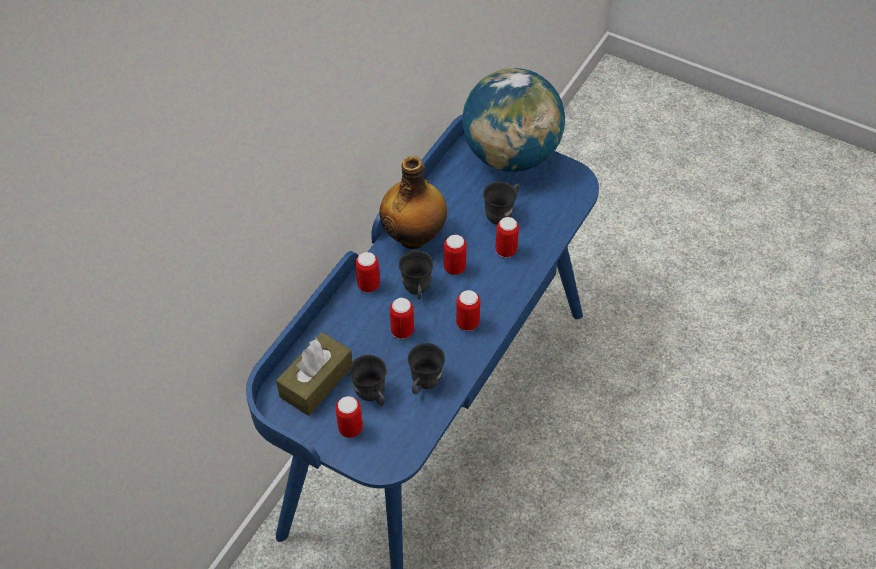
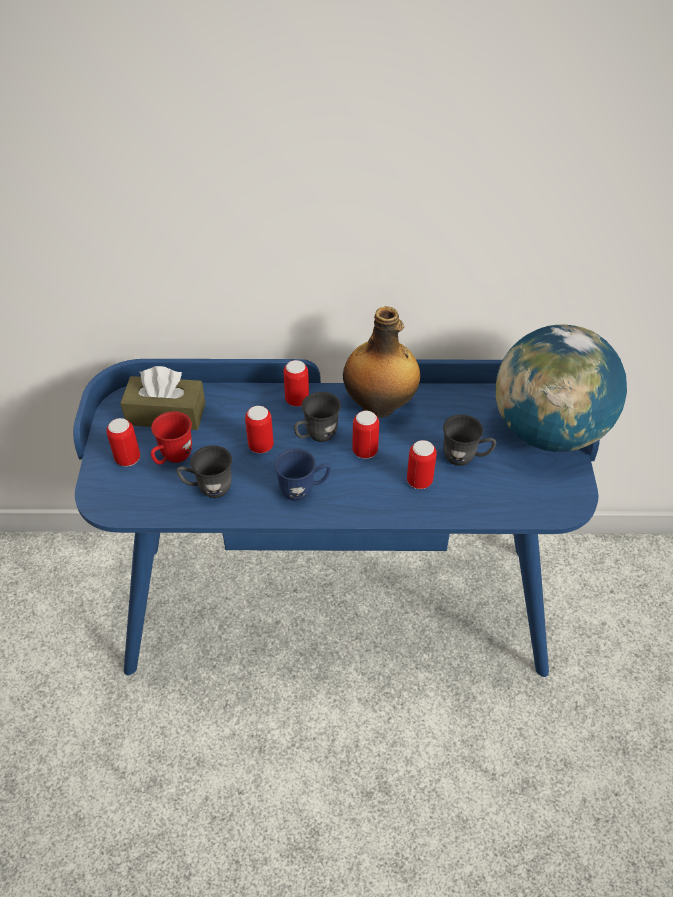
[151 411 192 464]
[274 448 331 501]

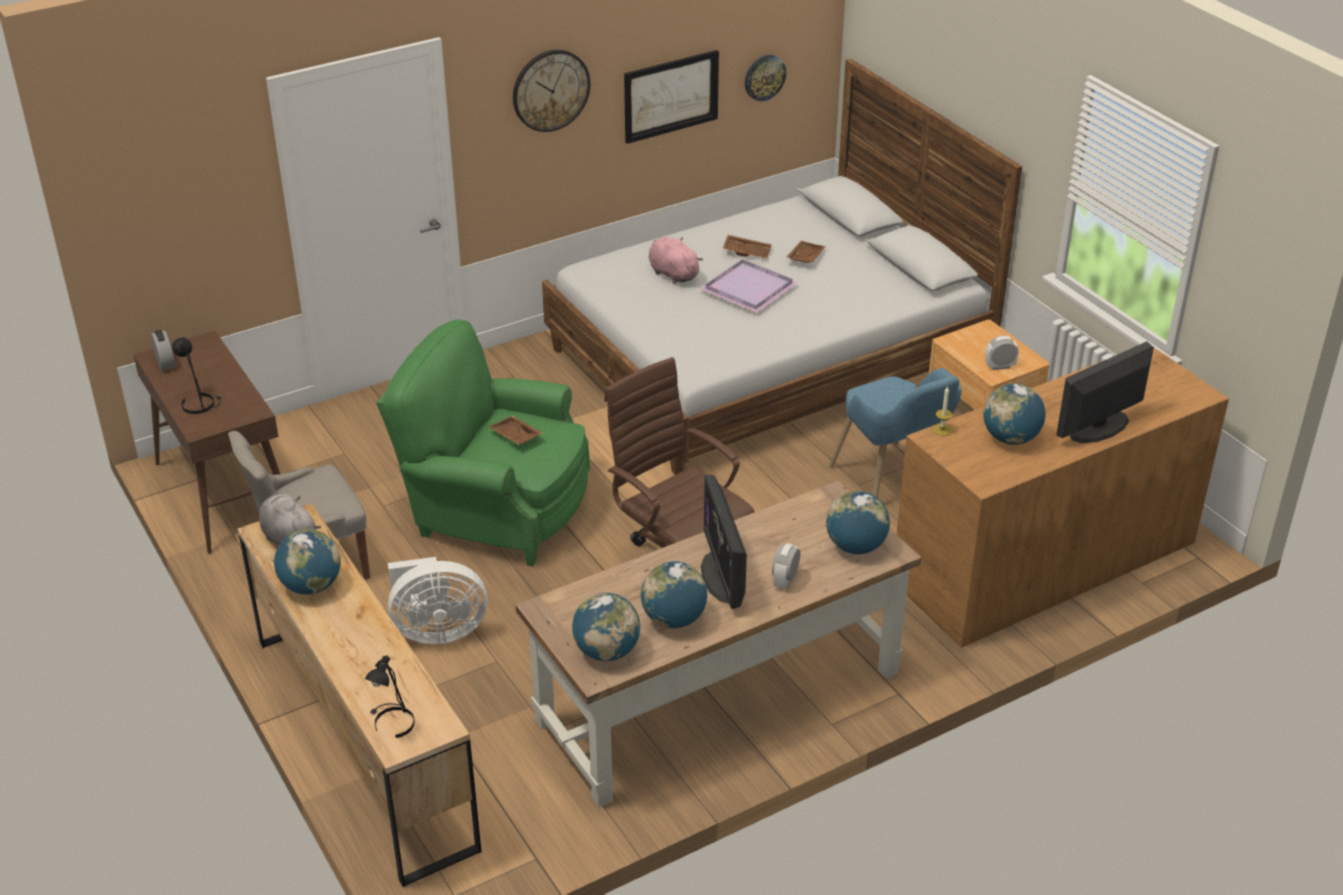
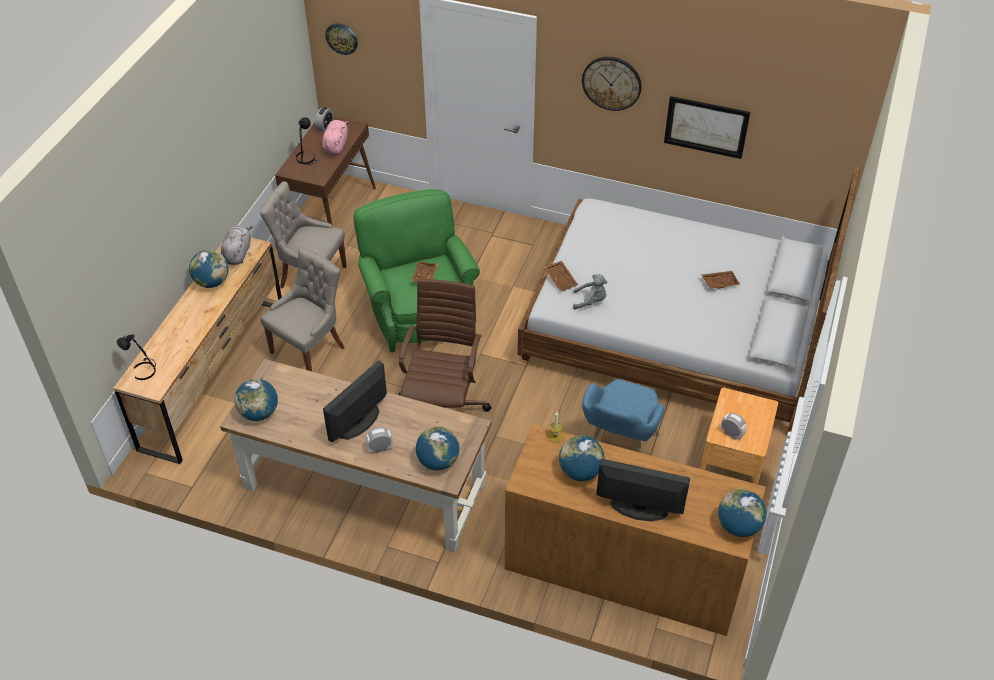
[261 247 344 371]
[322 120 349 155]
[325 23 358 55]
[544 261 578 292]
[573 274 607 310]
[718 489 766 537]
[700 259 797 313] (first image)

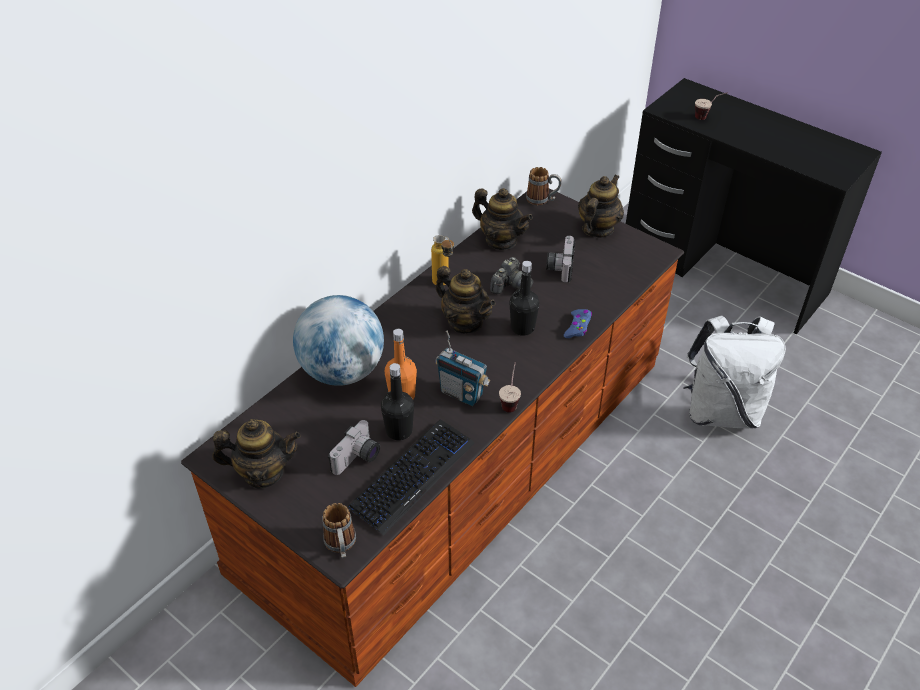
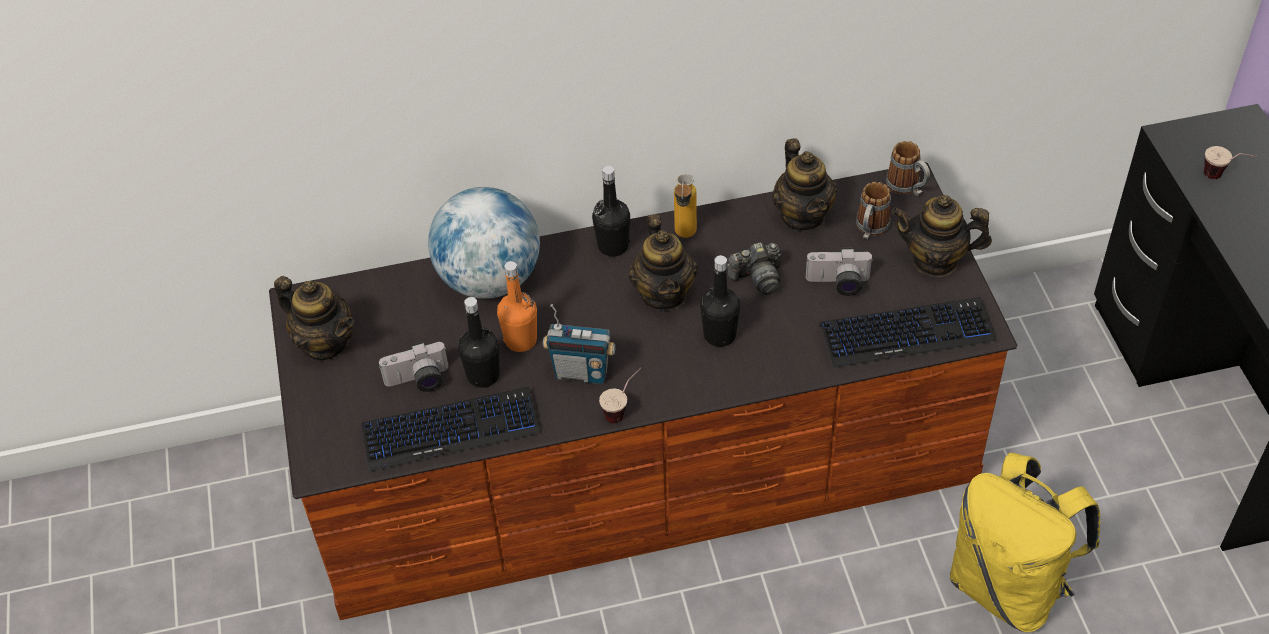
[543 304 616 384]
[592 166 630 257]
[806 248 873 296]
[820 297 996 368]
[856 182 891 239]
[892 195 992 277]
[950 453 1100 632]
[564 309 592 338] (first image)

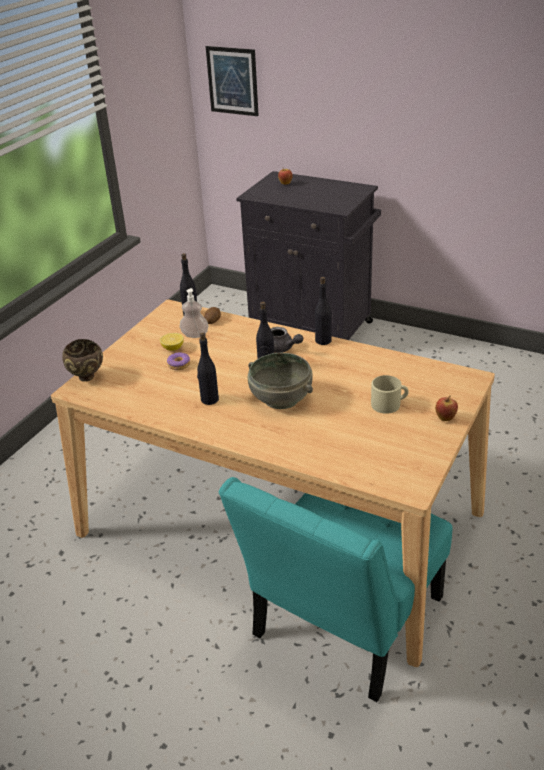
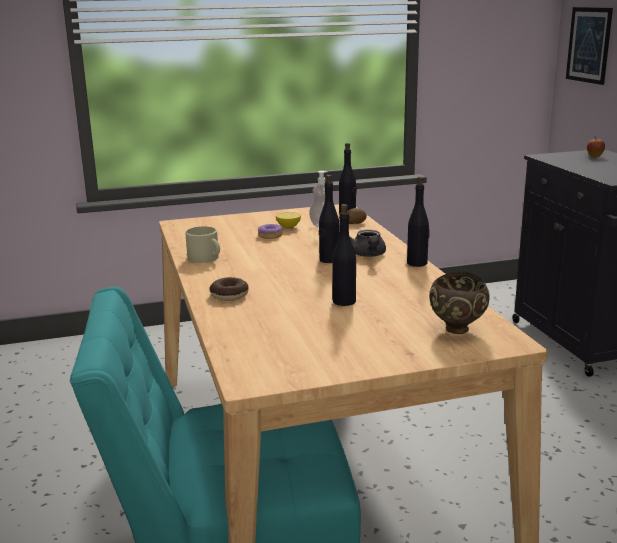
[185 227 220 263]
[209 277 249 301]
[332 204 356 306]
[429 272 490 334]
[248 353 313 409] (first image)
[435 396 458 421] (first image)

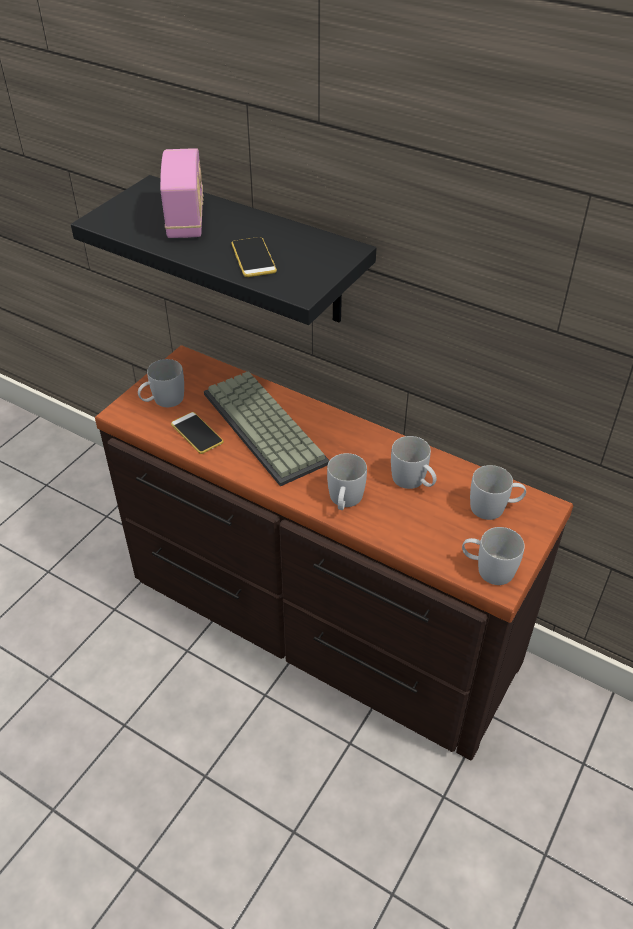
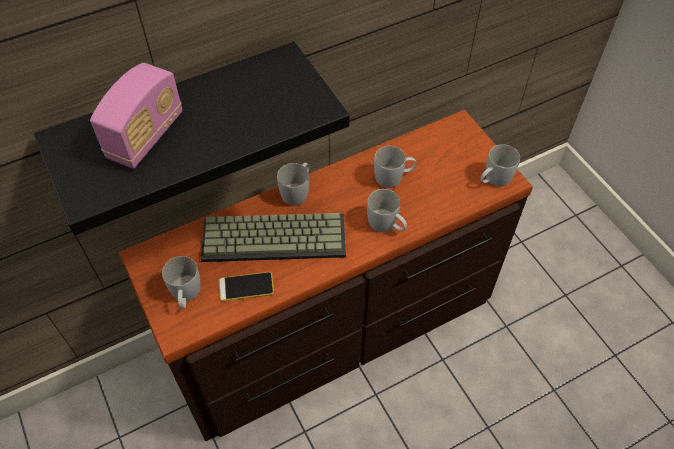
[90 63 182 169]
[277 163 309 206]
[231 237 277 277] (first image)

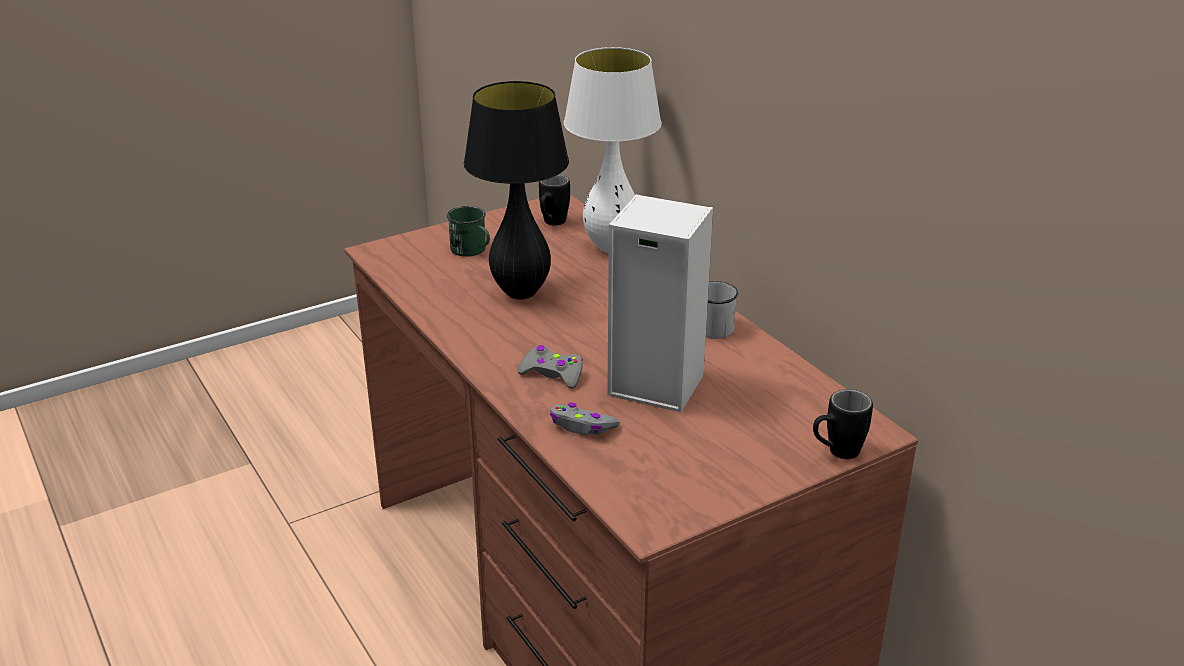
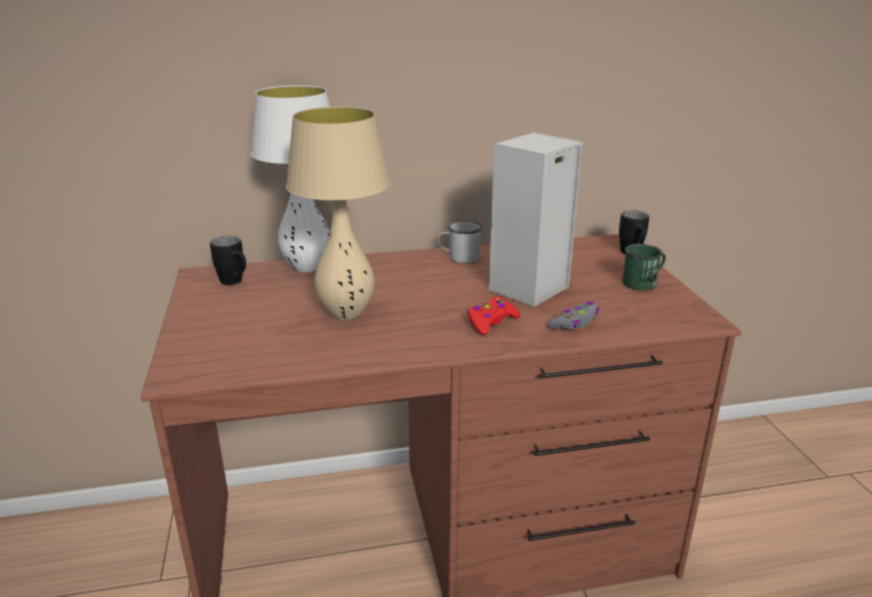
[286 107 390 320]
[467 297 520 335]
[622 244 666 290]

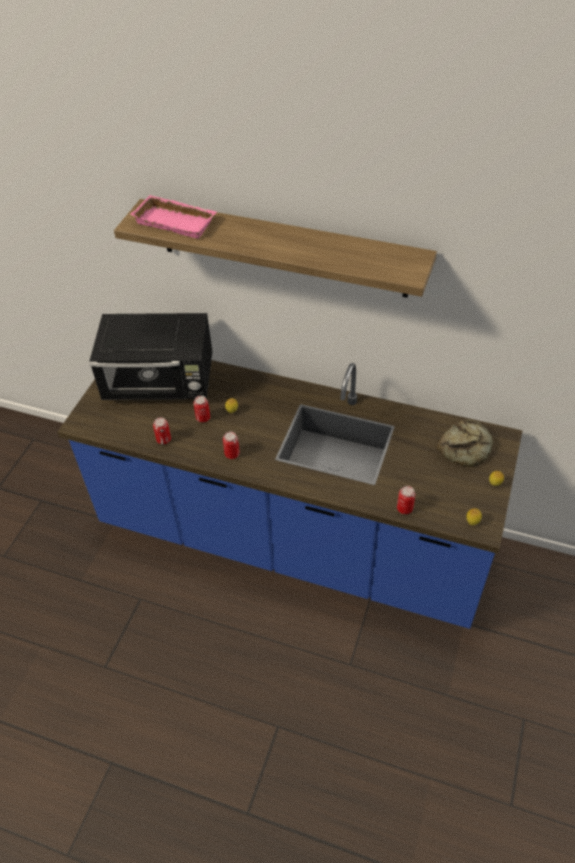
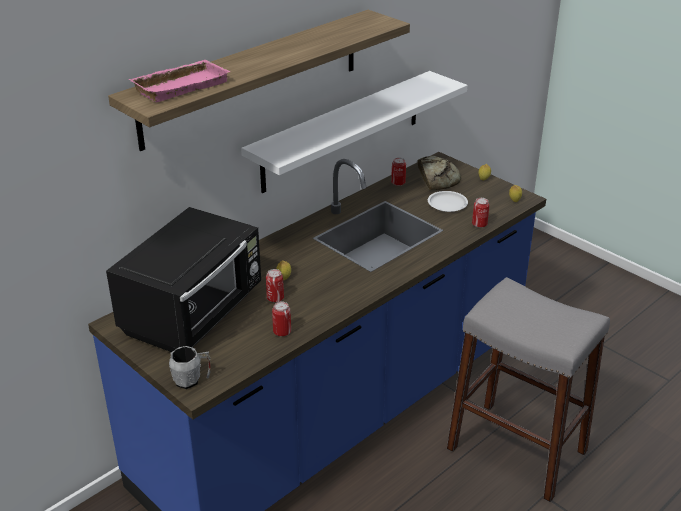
[169 346 211 389]
[241 71 468 193]
[391 158 406 186]
[428 191 468 212]
[447 277 610 502]

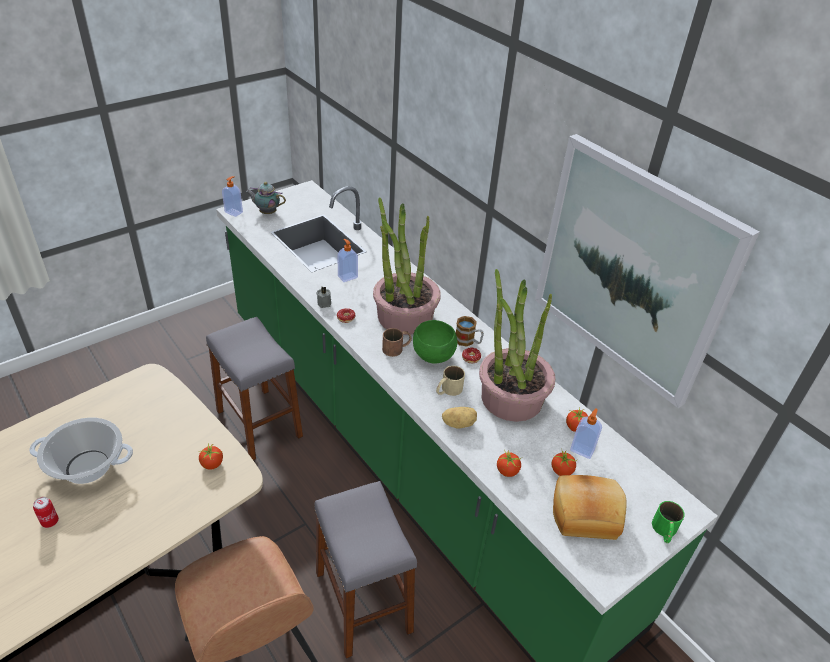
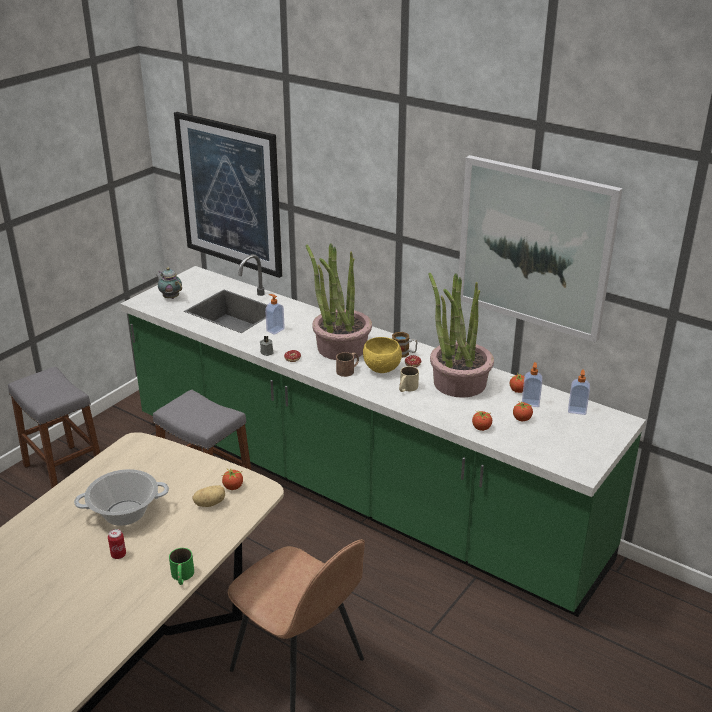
[8 367 100 489]
[155 267 182 299]
[169 548 194 585]
[174 112 282 278]
[192 485 225 507]
[363 337 402 373]
[568 369 590 415]
[553 475 627 540] (first image)

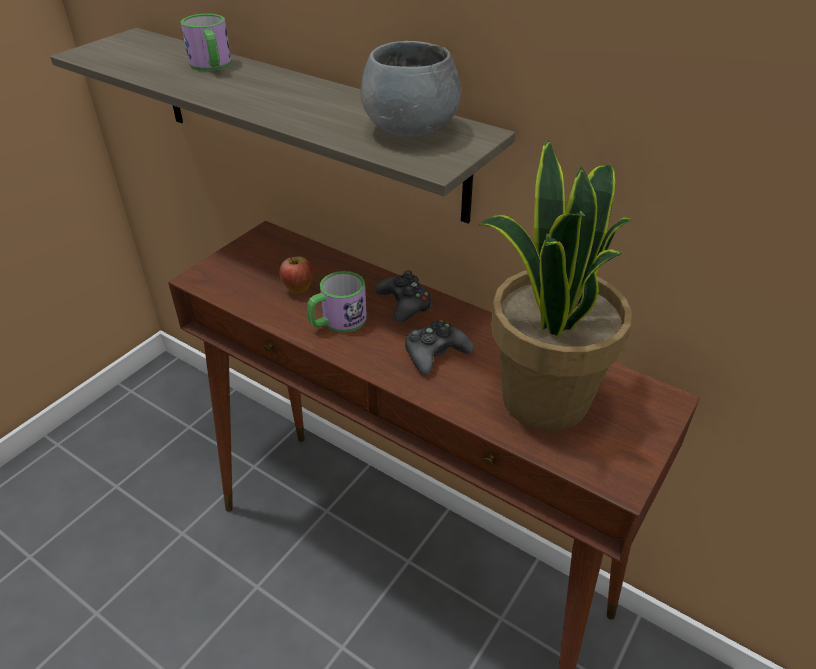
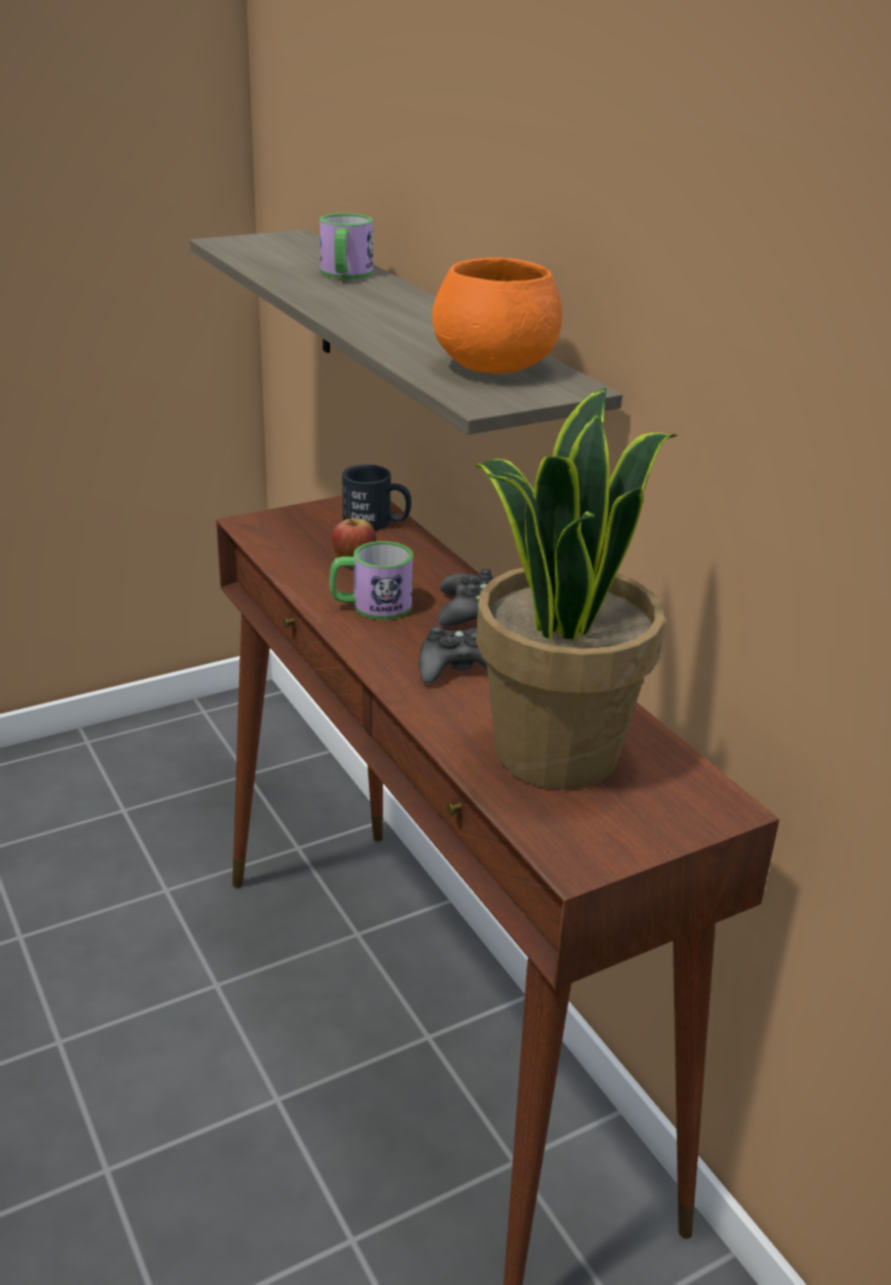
[342 465 411 531]
[432 258 562 374]

